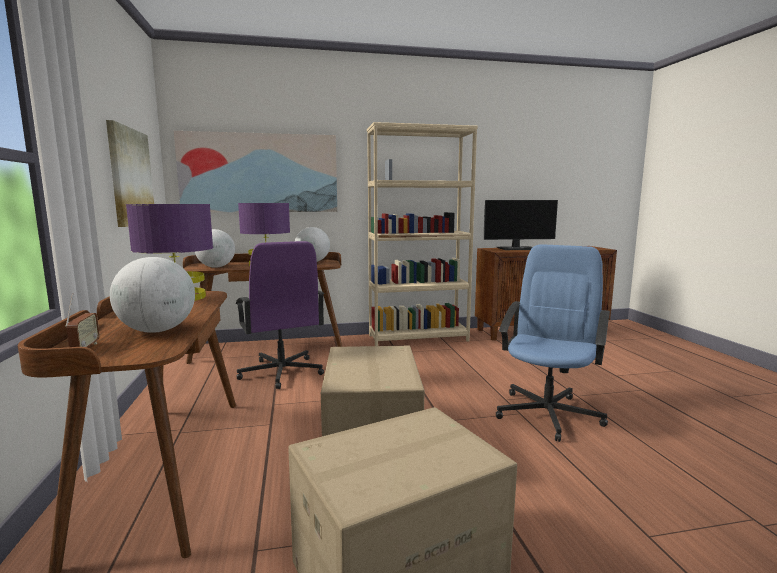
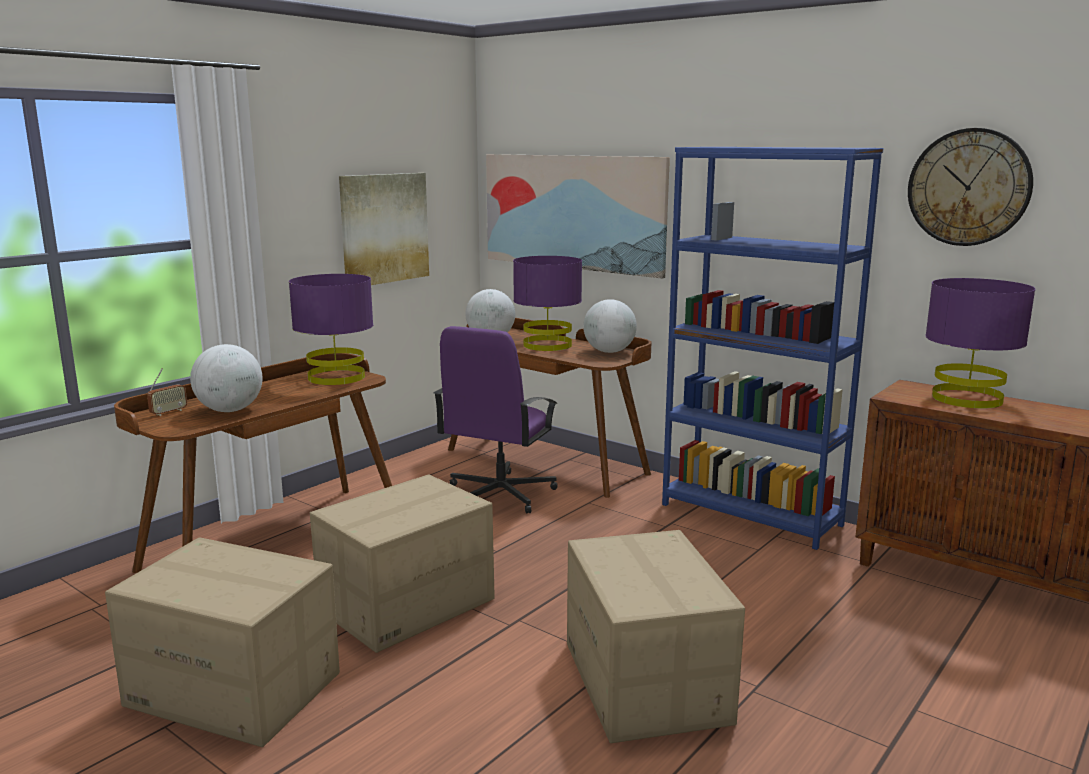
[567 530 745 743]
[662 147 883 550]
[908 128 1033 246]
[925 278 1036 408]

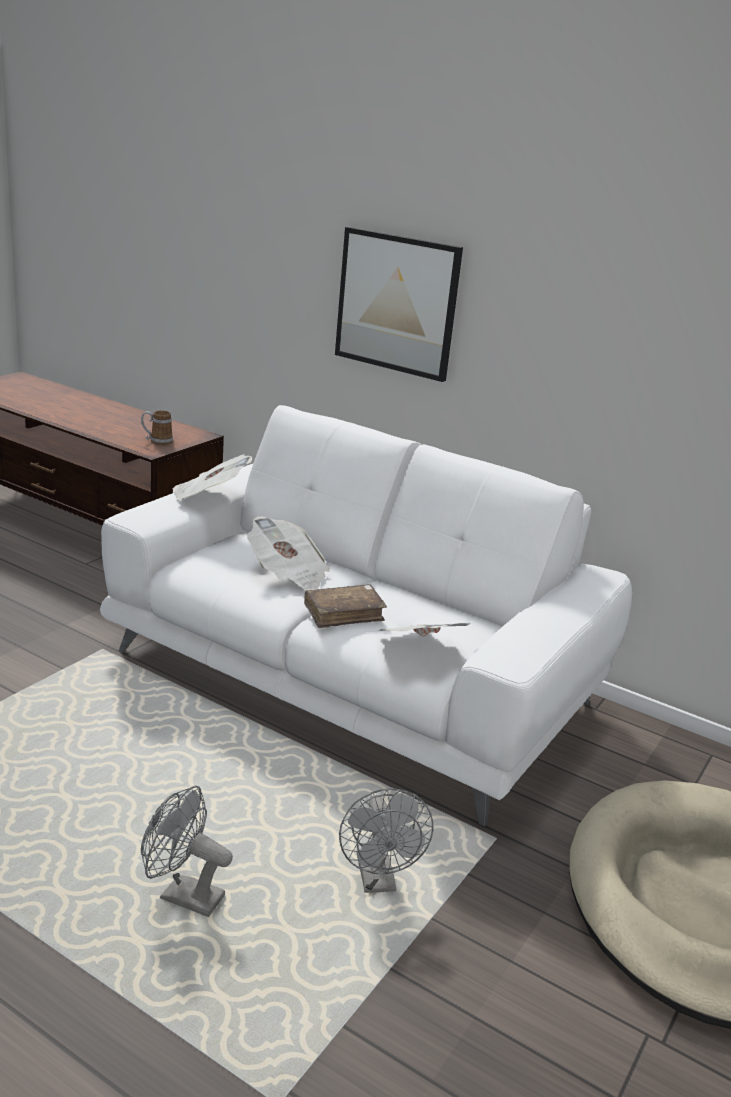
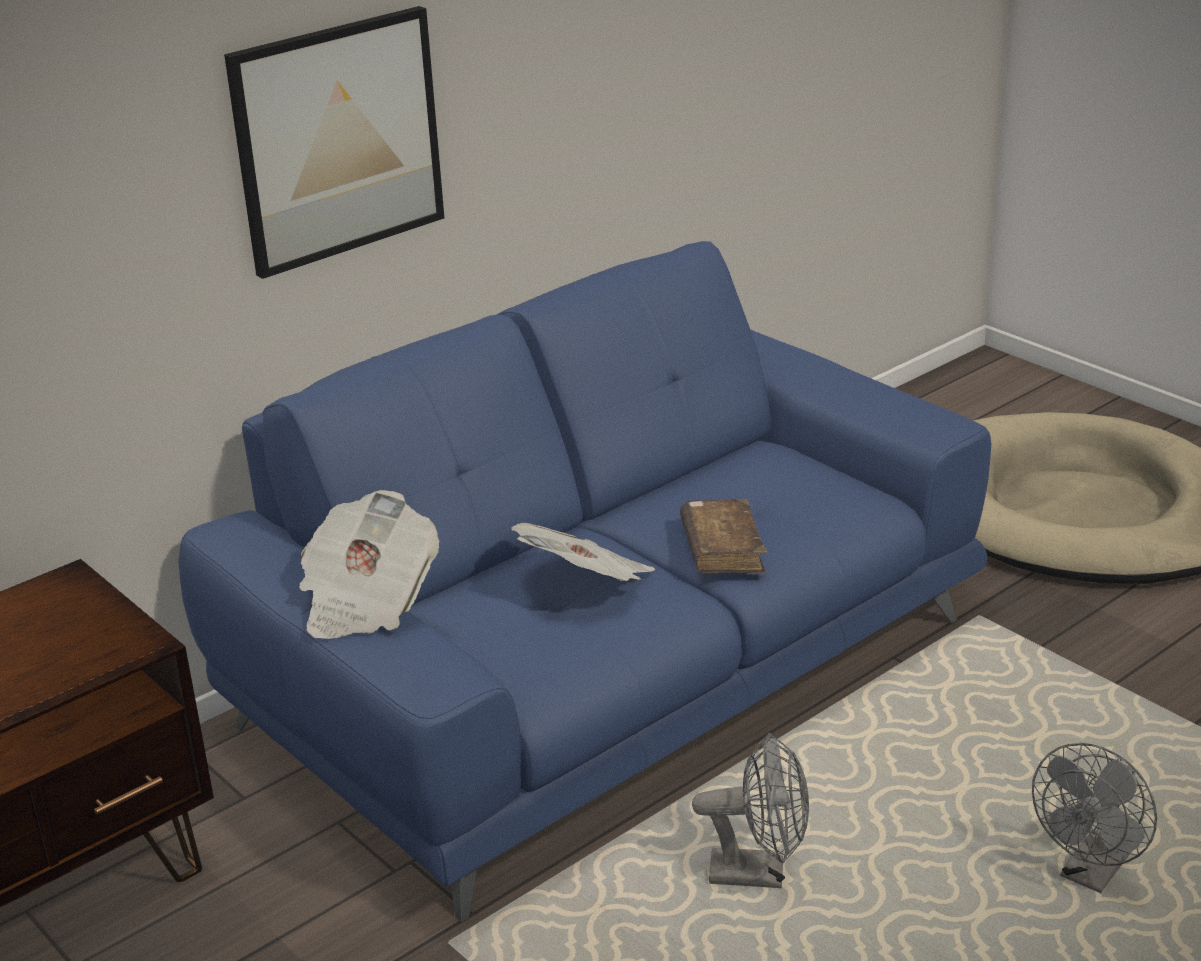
[178 241 991 922]
[692 733 809 888]
[141 410 173 445] (first image)
[377 623 469 637] (first image)

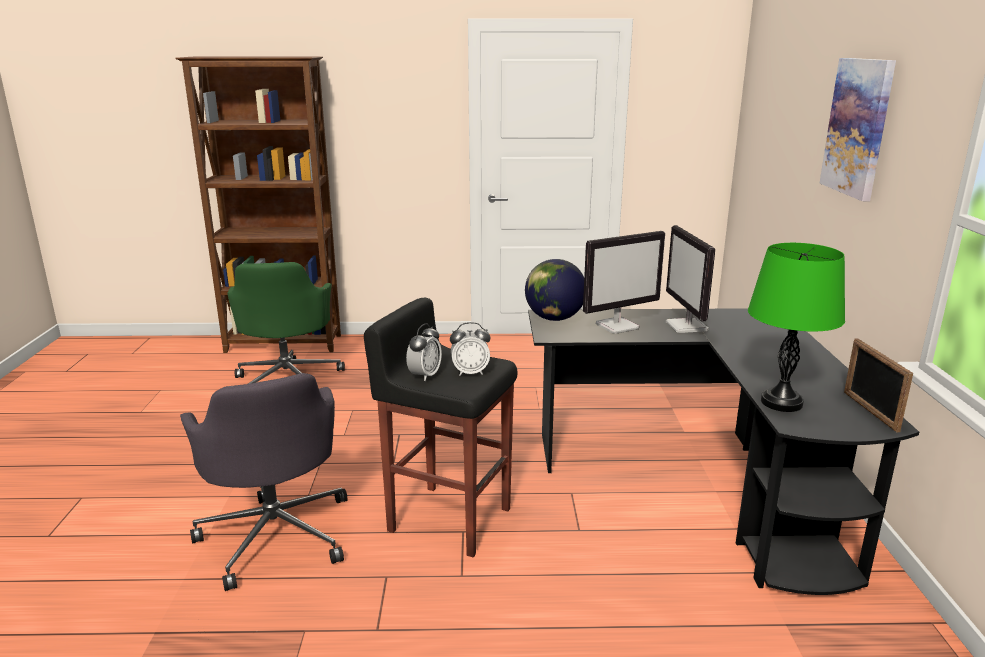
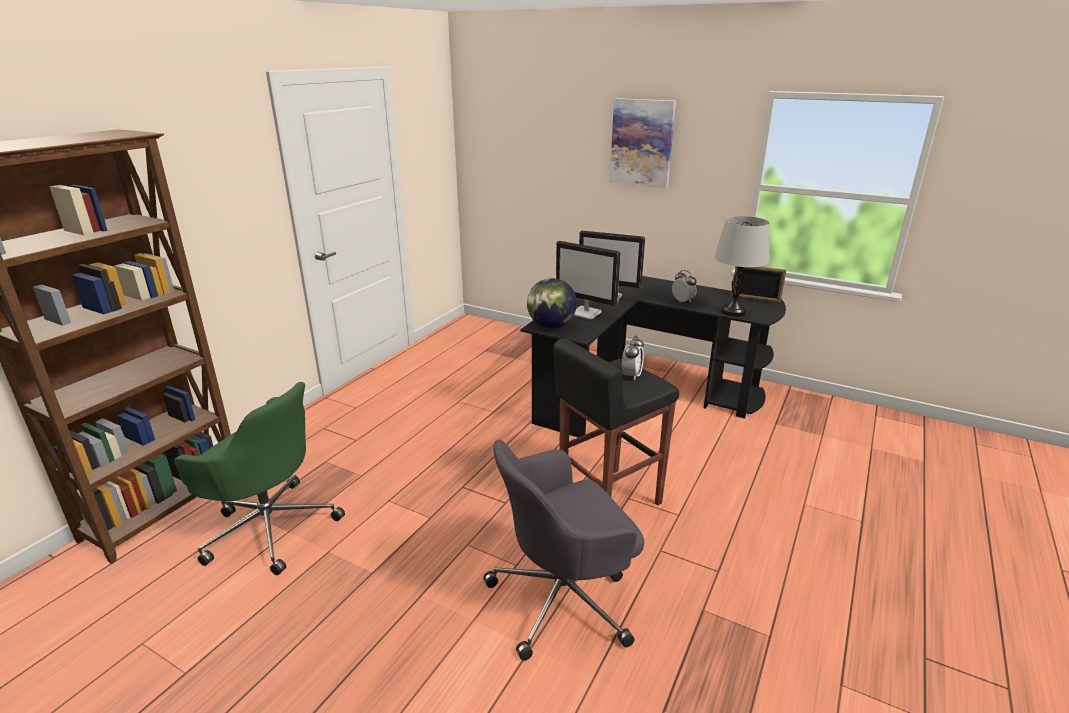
[483 440 644 661]
[556 241 621 319]
[672 270 697 303]
[714 216 770 317]

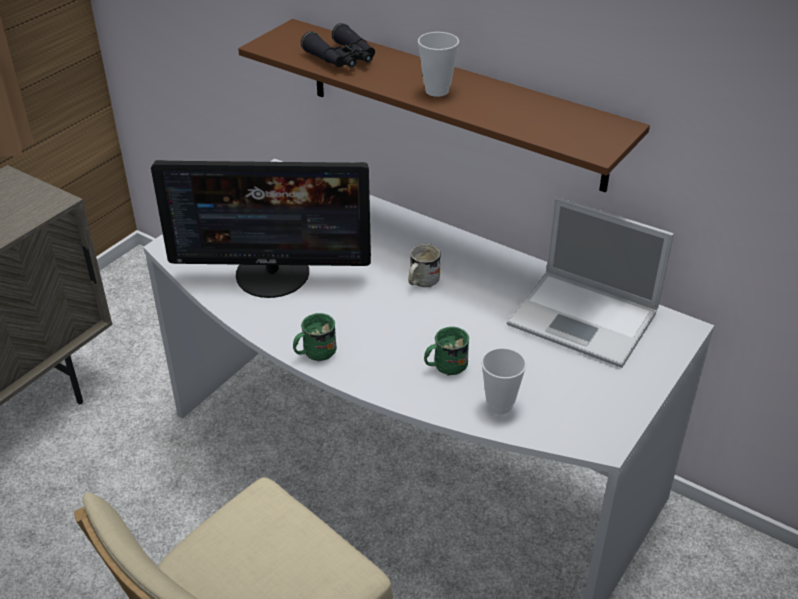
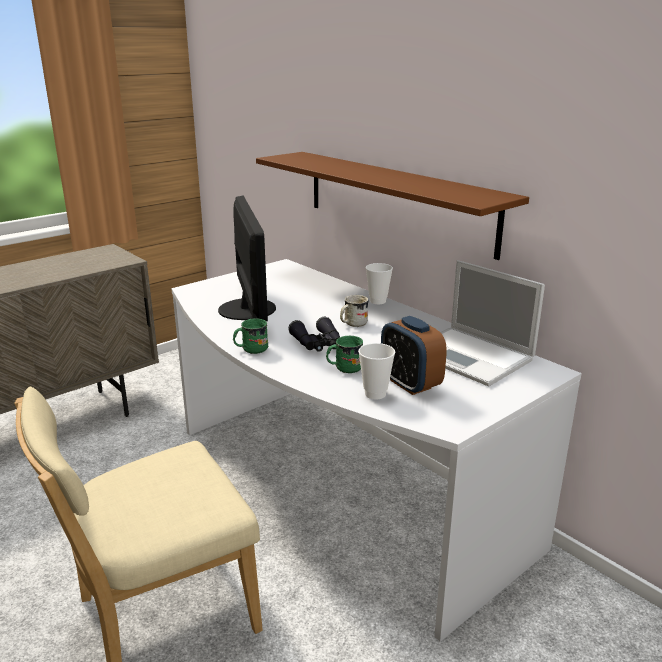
[218 196 276 321]
[288 317 340 352]
[366 263 393 304]
[381 316 447 395]

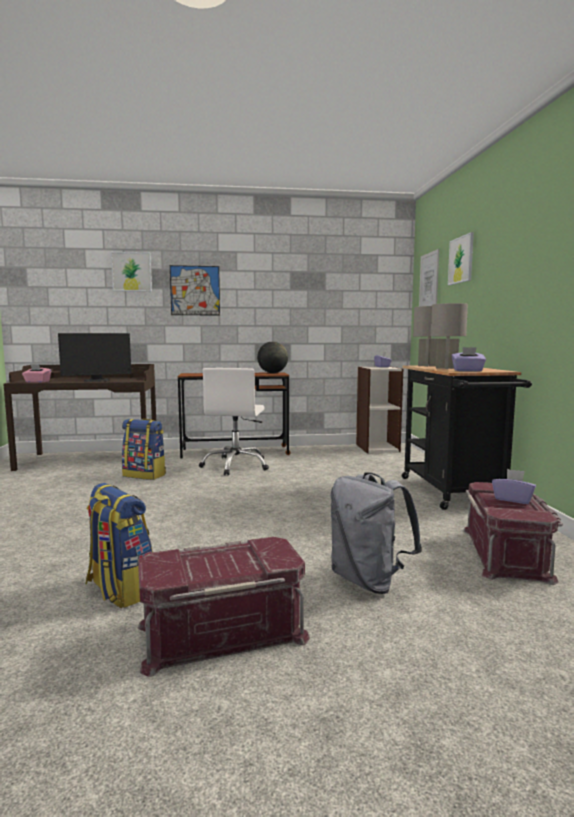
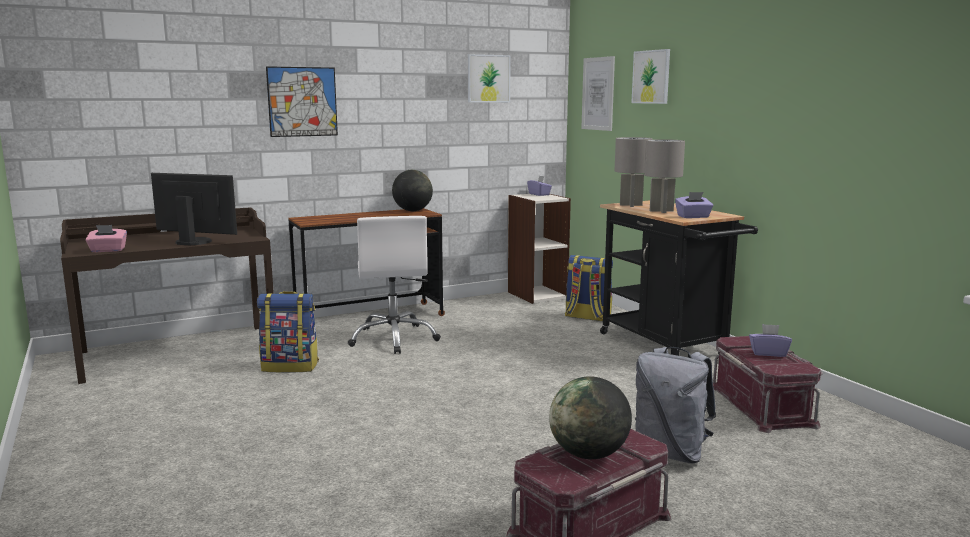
[151 173 237 246]
[468 54 511 103]
[549 376 632 459]
[565 255 613 321]

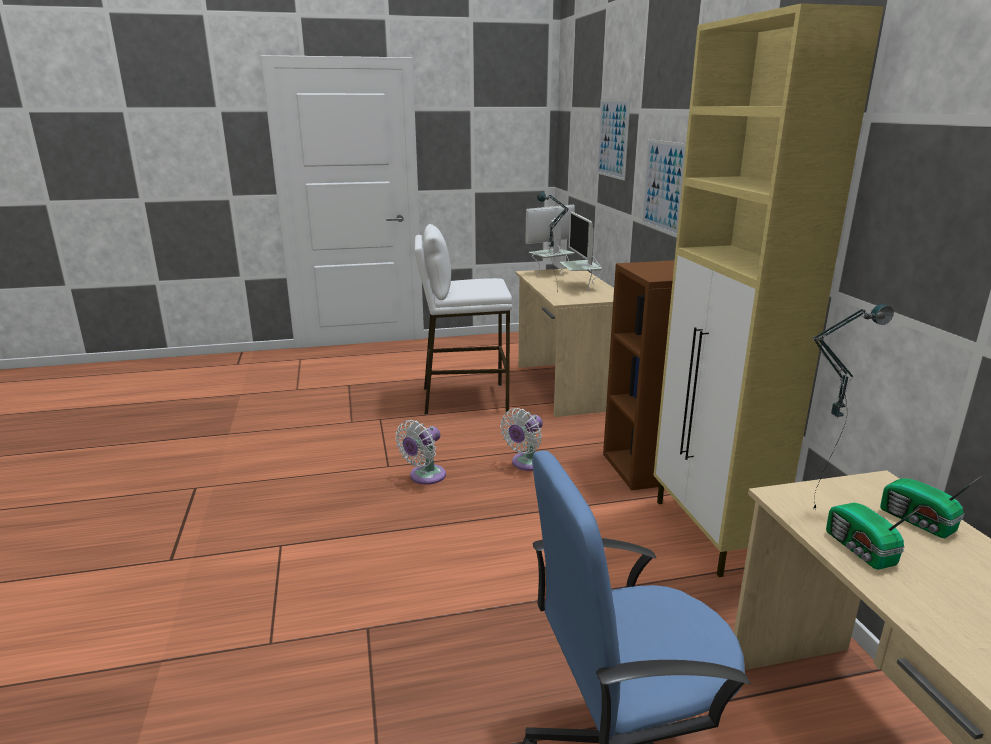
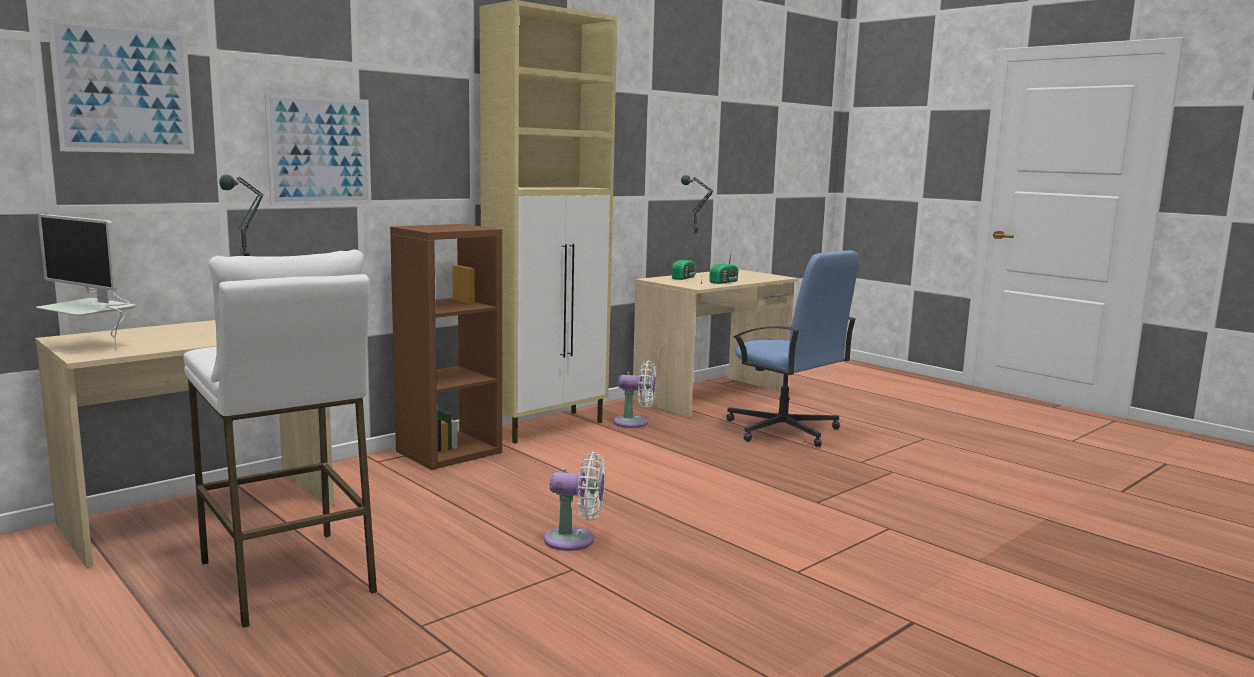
[613 360 656 428]
[560 212 602 292] (first image)

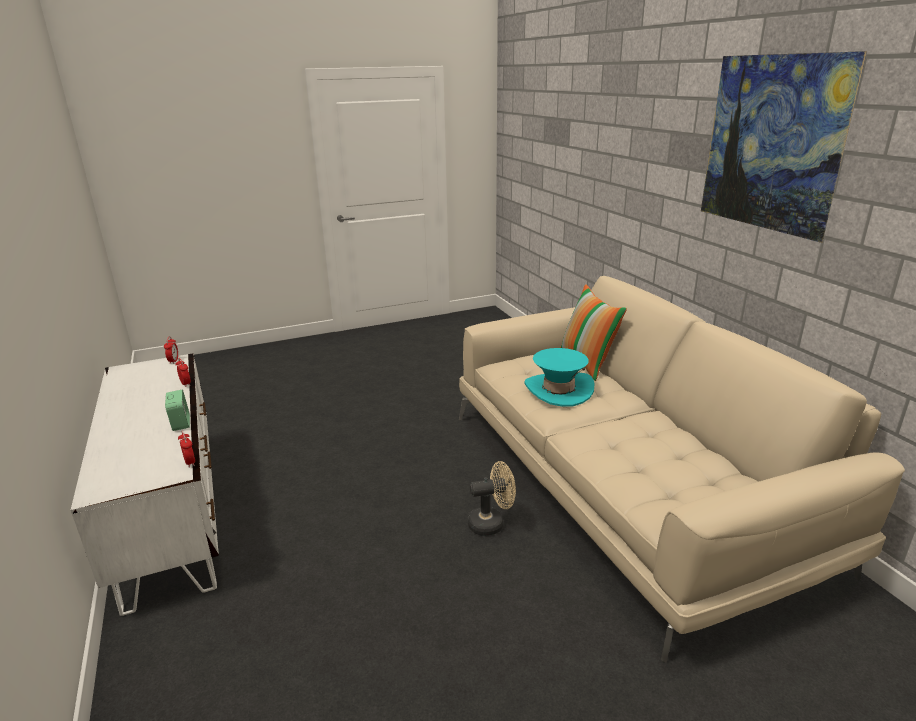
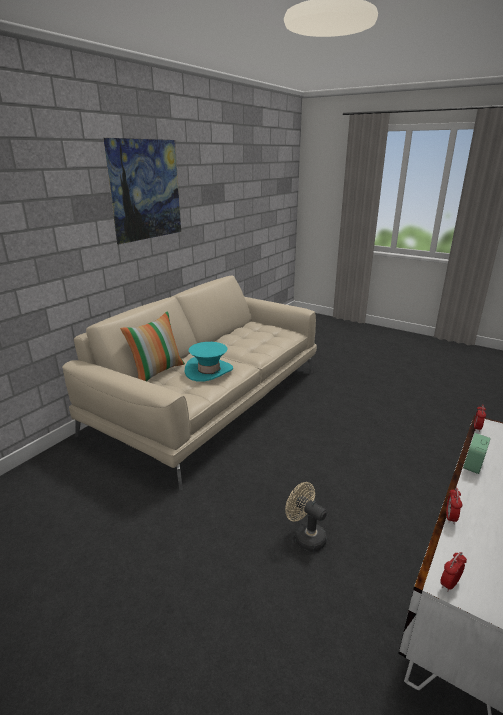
[285 482 327 552]

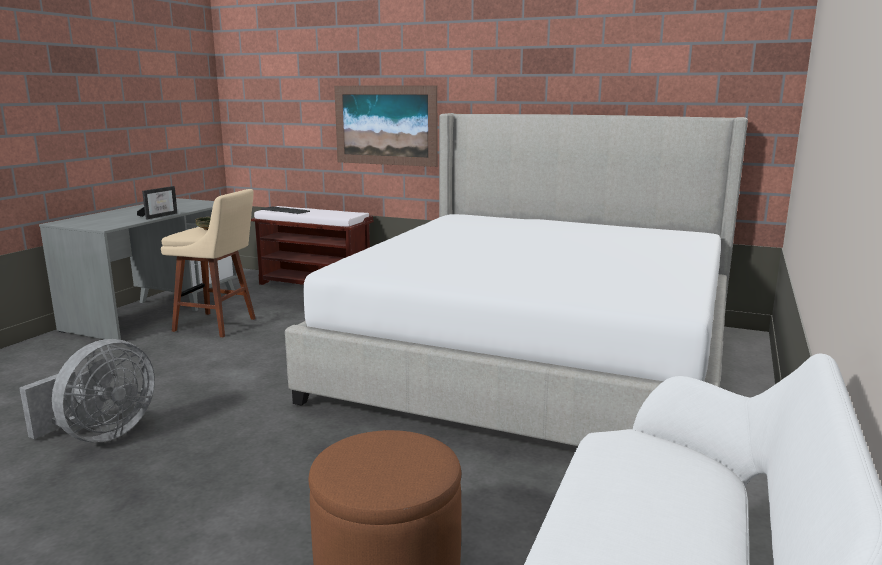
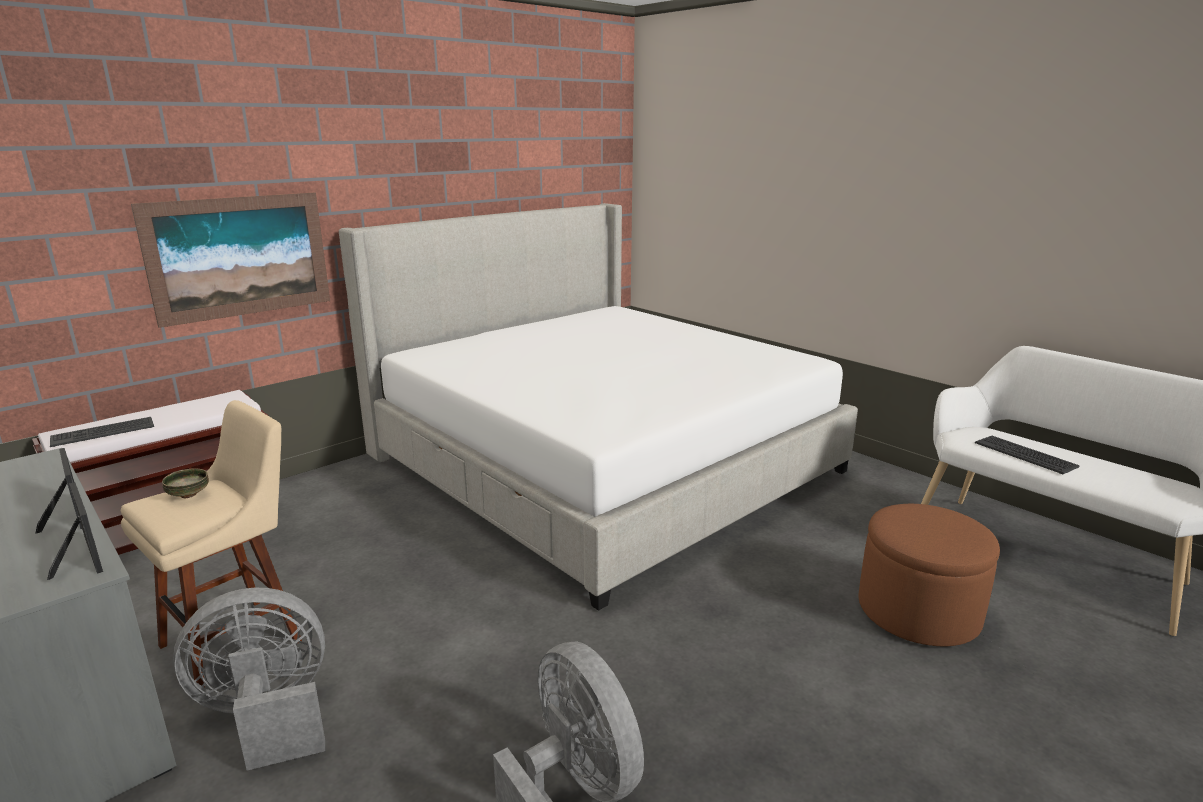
[47 482 103 580]
[173 588 325 771]
[975 436 1080 474]

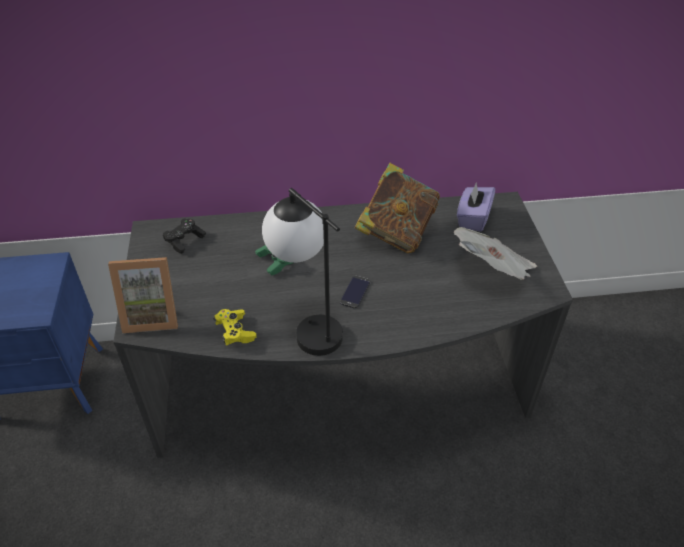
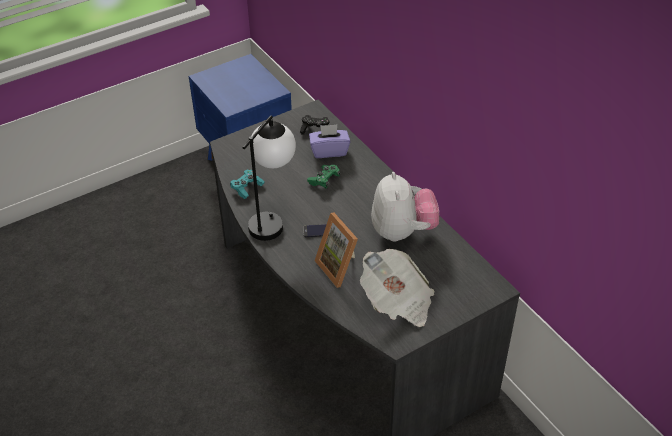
[230 170 265 199]
[309 125 350 158]
[315 213 358 288]
[371 172 439 242]

